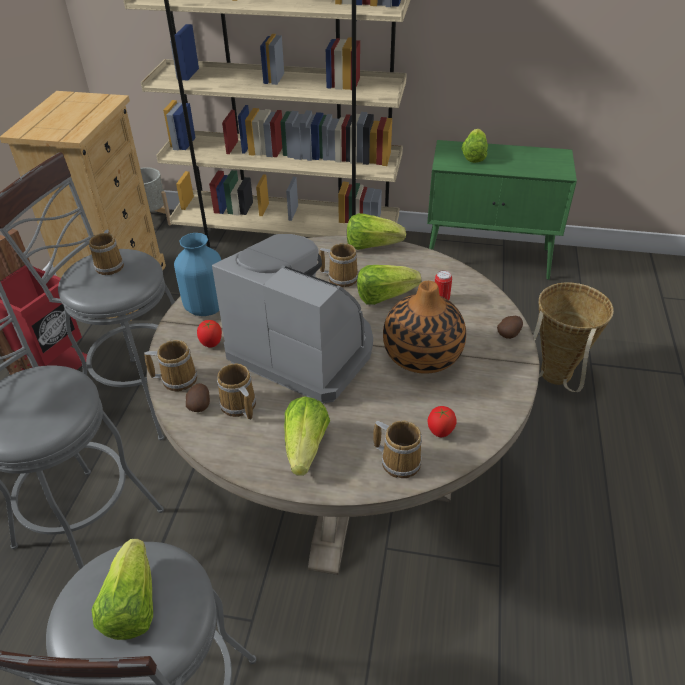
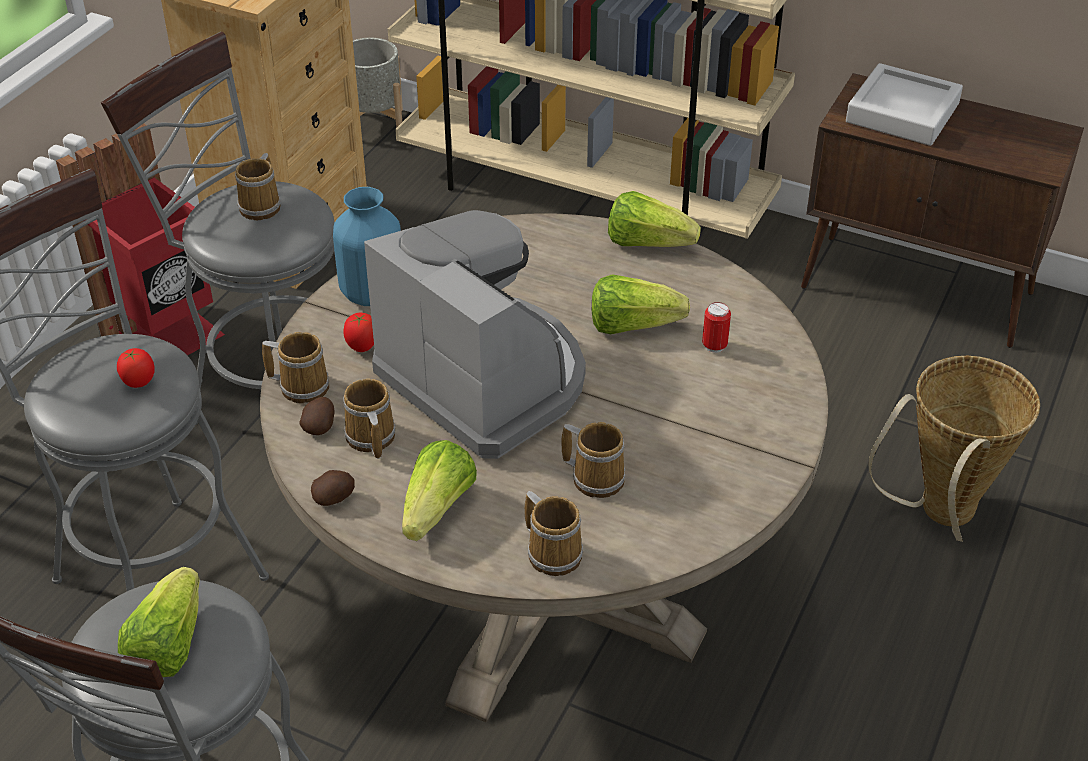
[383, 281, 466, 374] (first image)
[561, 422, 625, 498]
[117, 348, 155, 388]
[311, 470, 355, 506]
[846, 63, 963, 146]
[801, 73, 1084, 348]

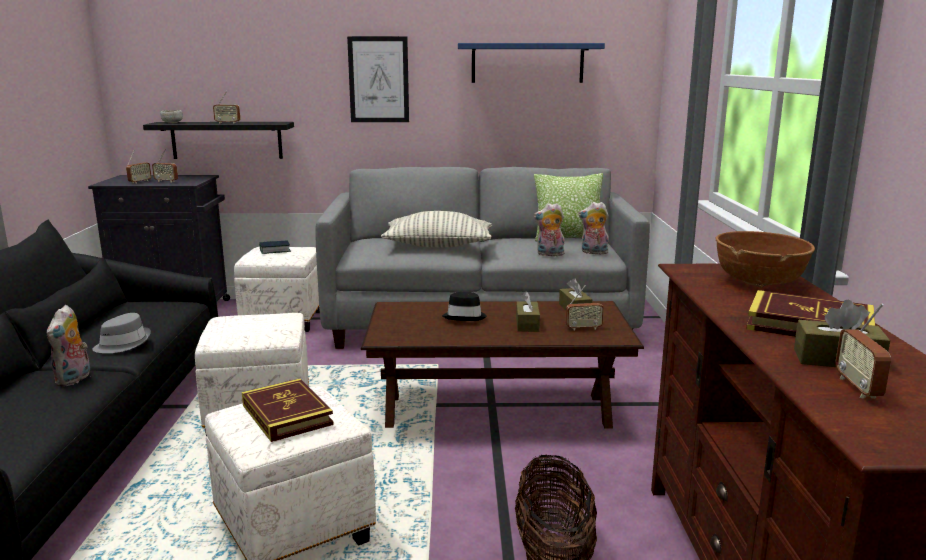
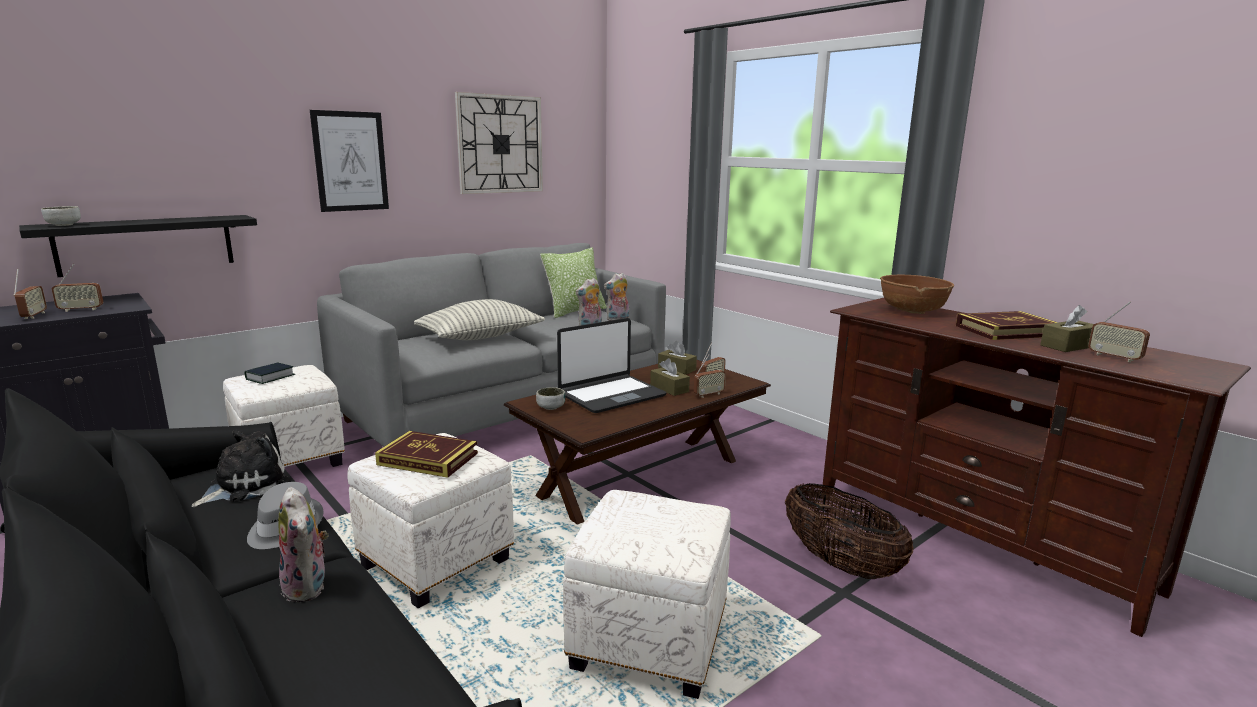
[191, 430, 290, 507]
[536, 387, 565, 410]
[694, 354, 726, 398]
[375, 431, 478, 478]
[557, 318, 666, 413]
[455, 92, 543, 194]

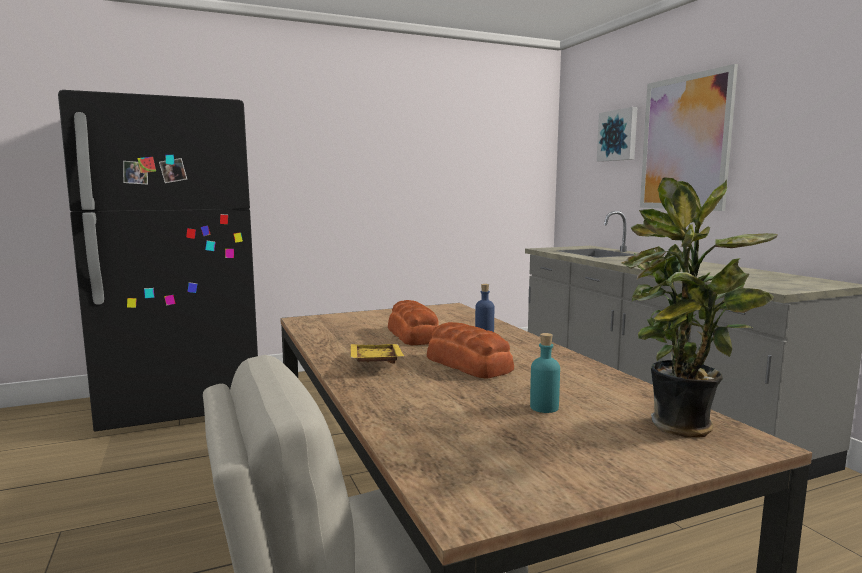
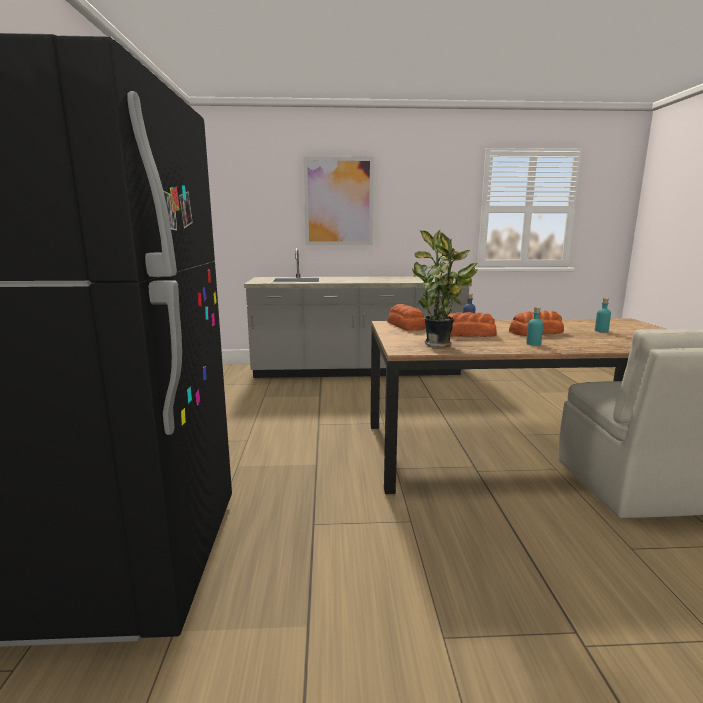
[597, 107, 637, 162] (first image)
[387, 304, 426, 331]
[412, 230, 478, 348]
[526, 307, 543, 346]

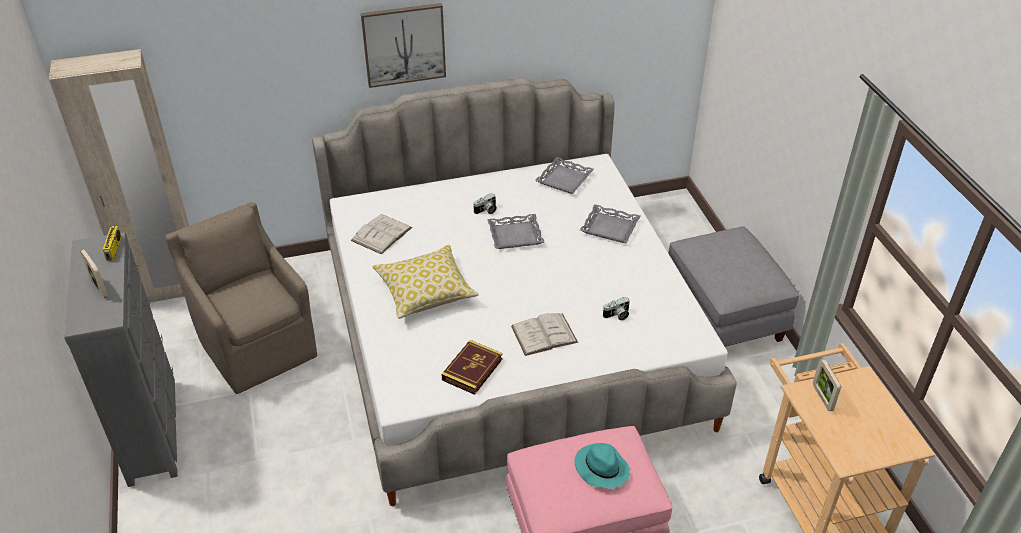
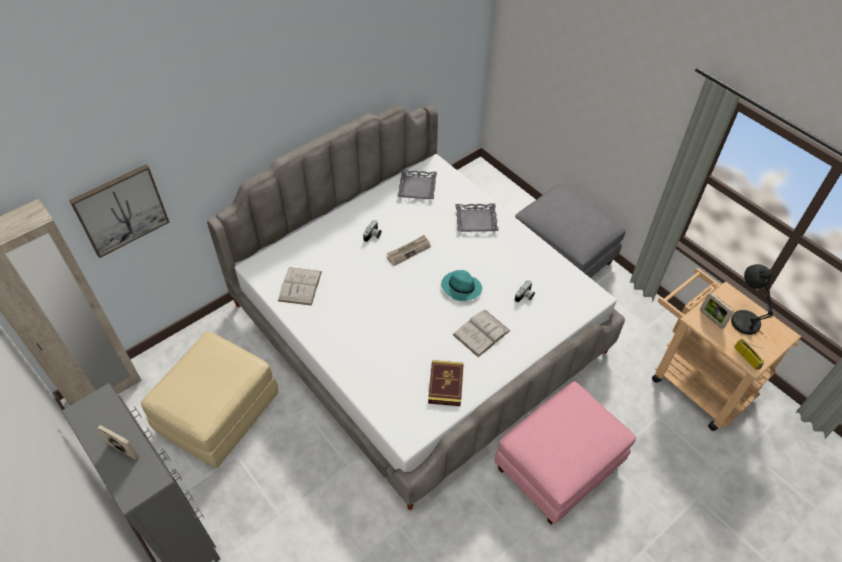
[372, 245, 479, 319] (first image)
[731, 264, 776, 338]
[734, 339, 764, 370]
[69, 164, 169, 258]
[441, 270, 482, 301]
[141, 332, 278, 468]
[387, 235, 431, 266]

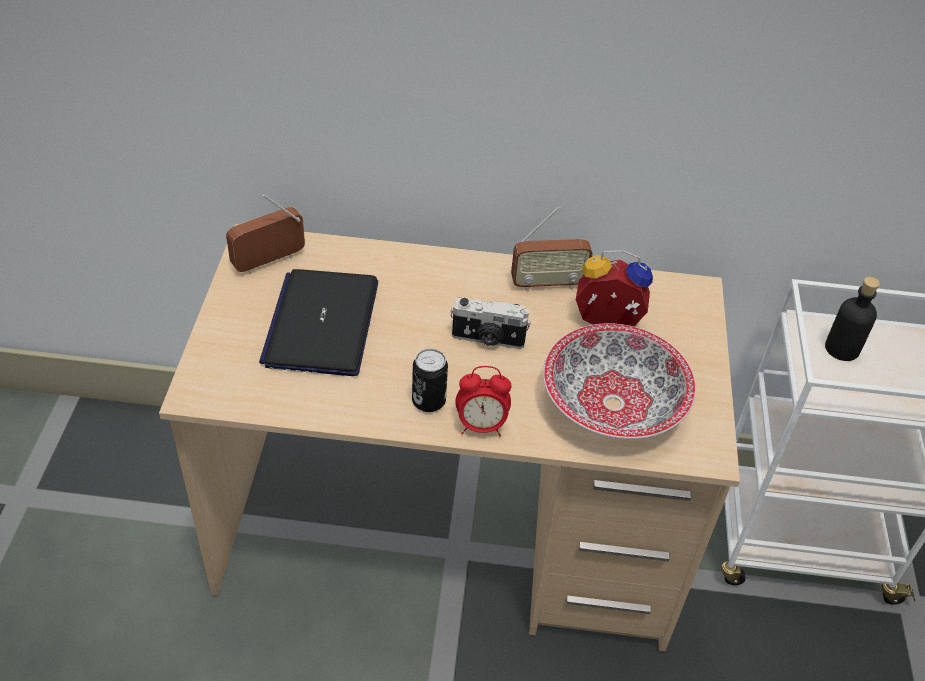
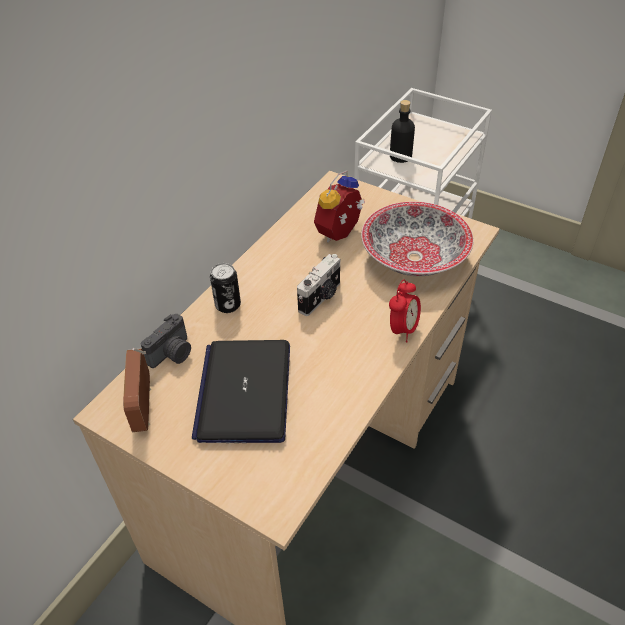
[511, 206, 593, 291] (first image)
[141, 314, 191, 368]
[210, 263, 241, 313]
[192, 340, 290, 443]

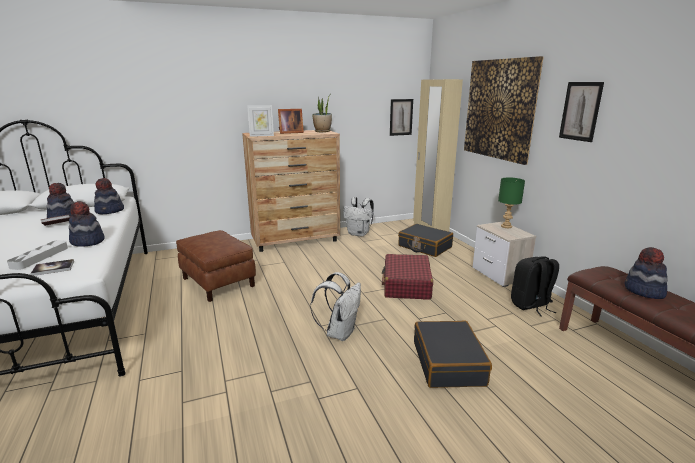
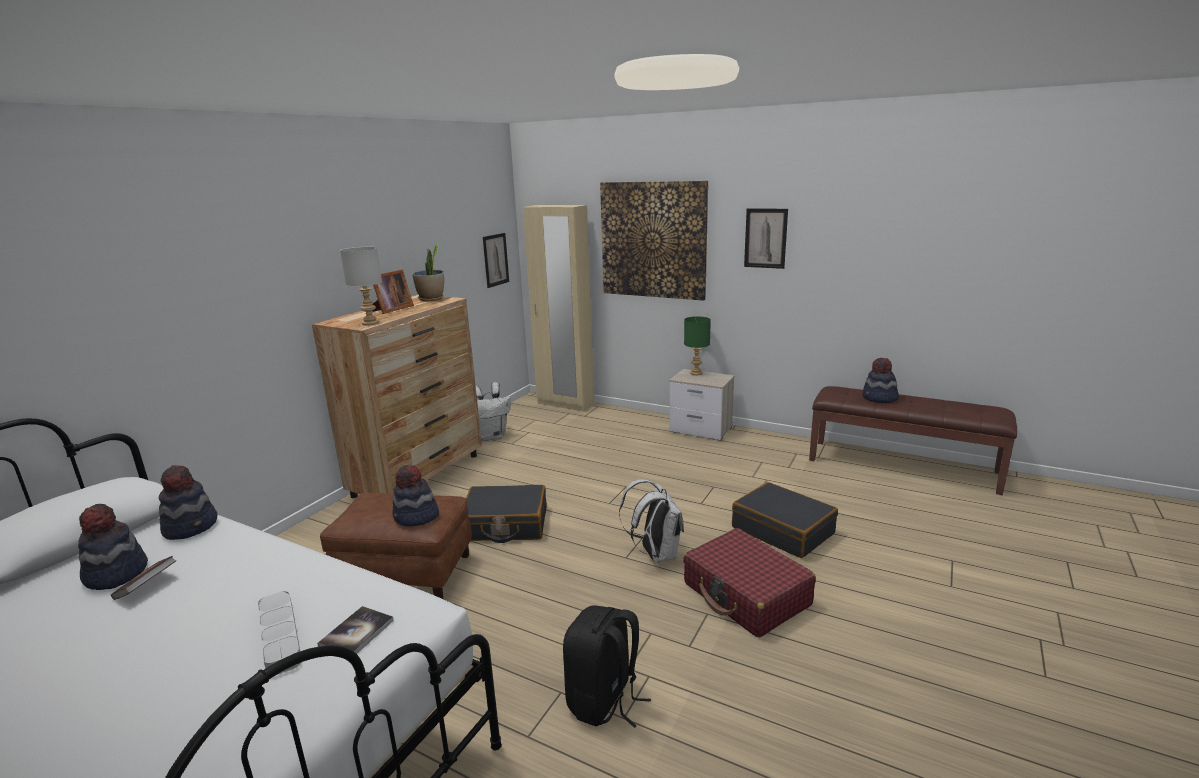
[392, 465, 439, 526]
[683, 528, 816, 638]
[466, 485, 547, 543]
[563, 605, 651, 728]
[340, 247, 382, 326]

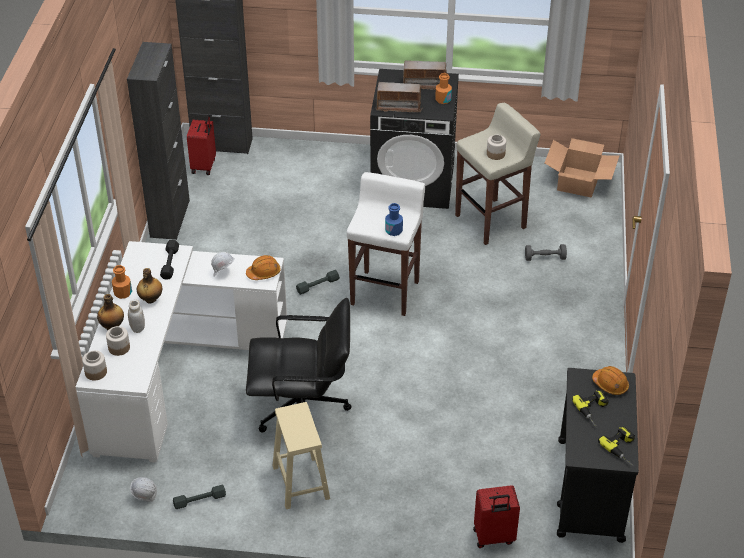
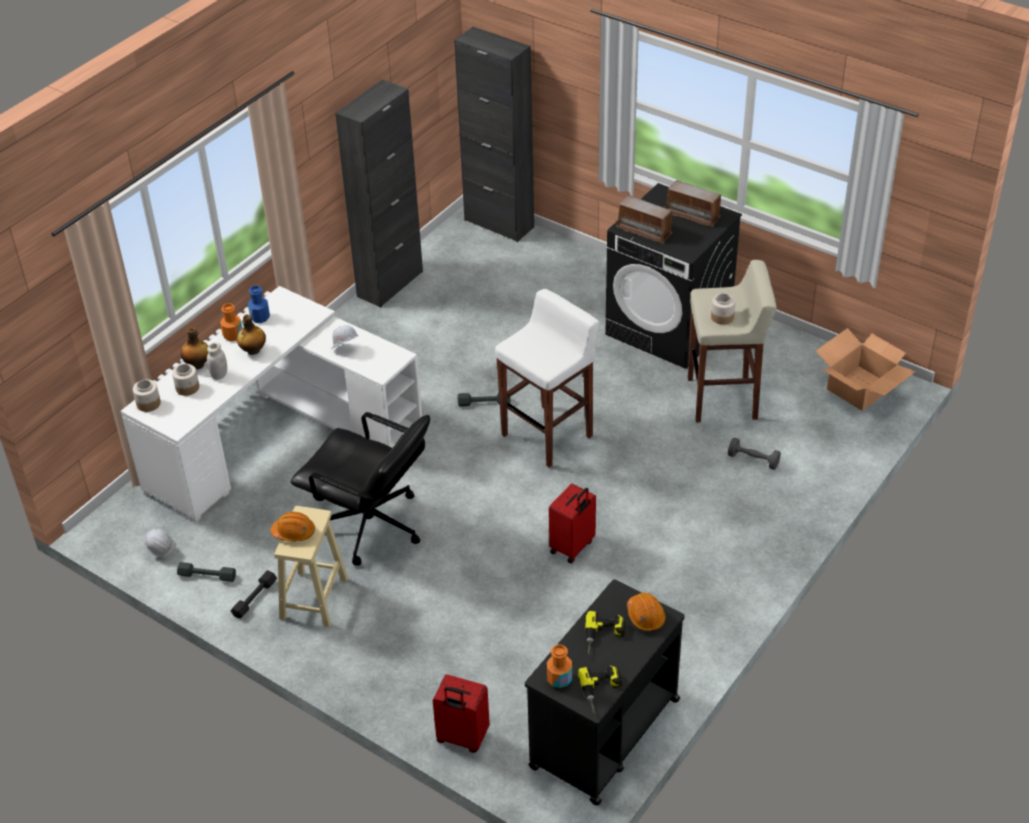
[231, 570, 277, 619]
[549, 483, 596, 563]
[271, 512, 315, 541]
[248, 285, 270, 323]
[547, 644, 572, 688]

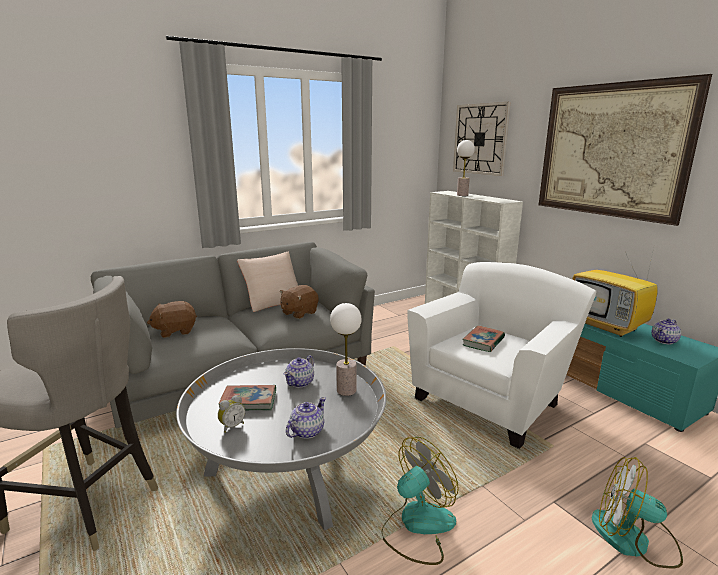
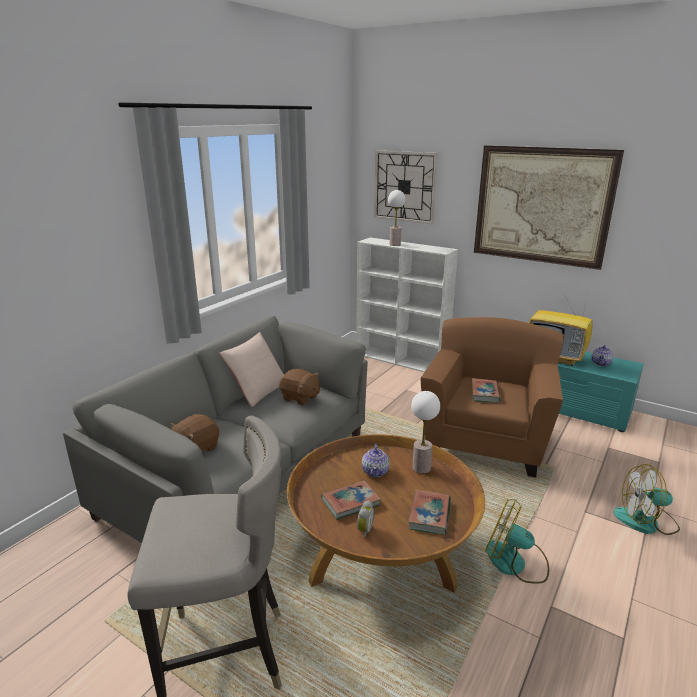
[408, 489, 451, 535]
[287, 434, 485, 593]
[421, 317, 564, 478]
[279, 369, 320, 405]
[485, 499, 549, 584]

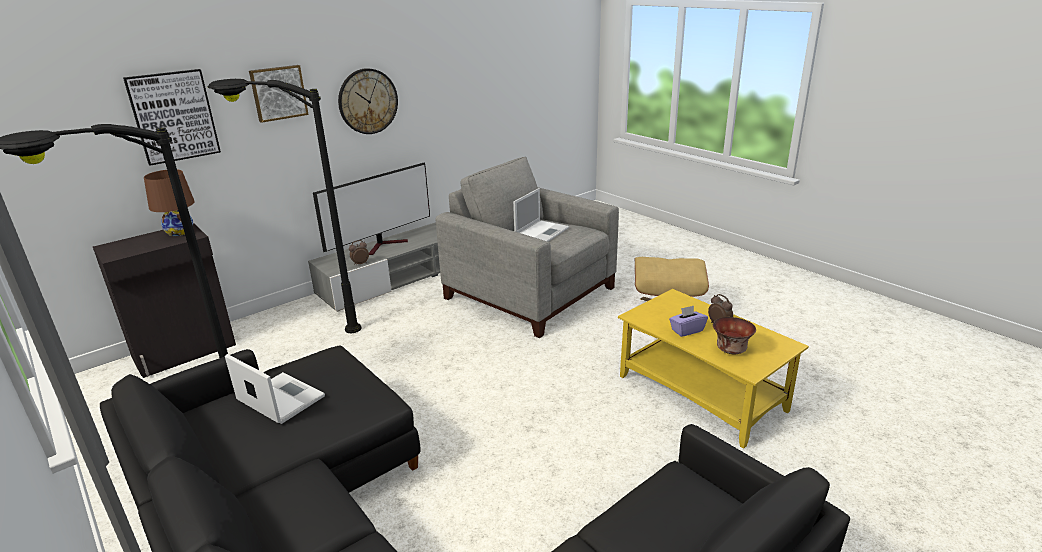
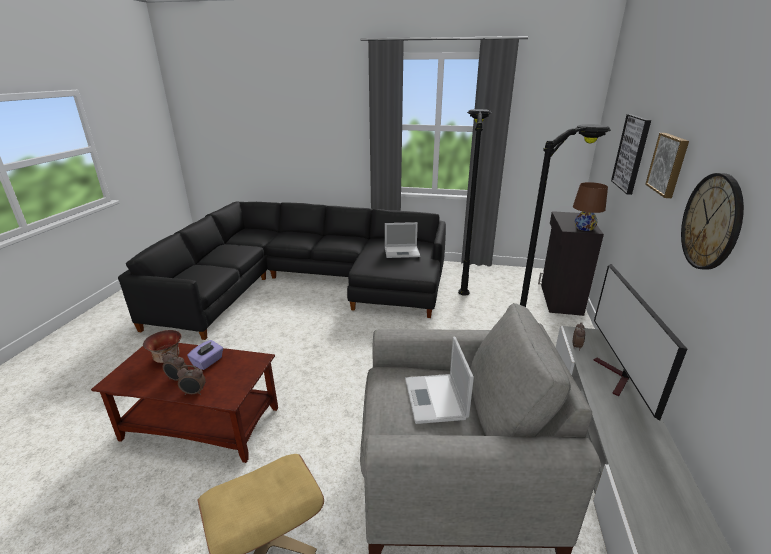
[177, 365, 206, 395]
[91, 343, 278, 463]

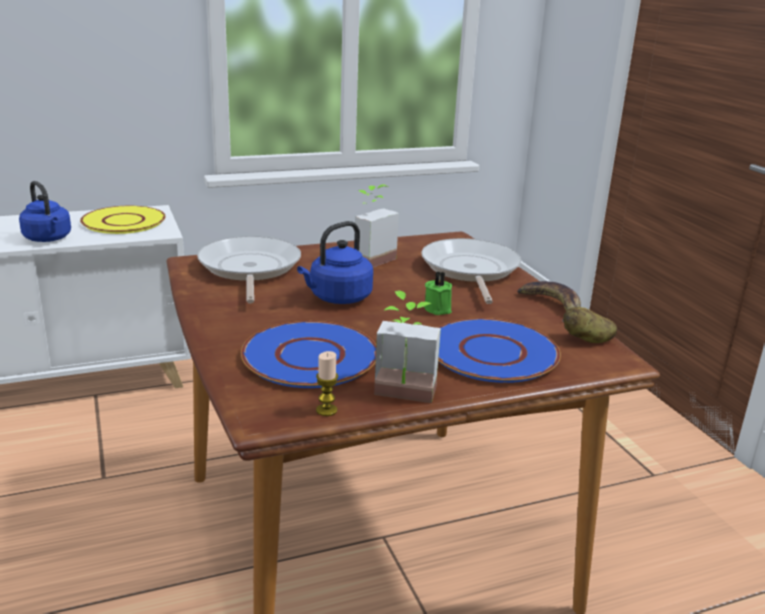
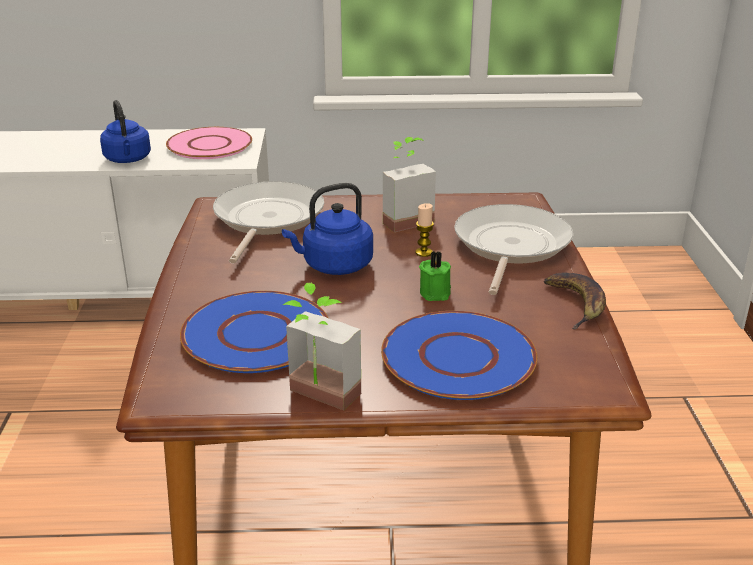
[563, 307, 617, 343] (first image)
[415, 203, 434, 257]
[166, 127, 252, 159]

